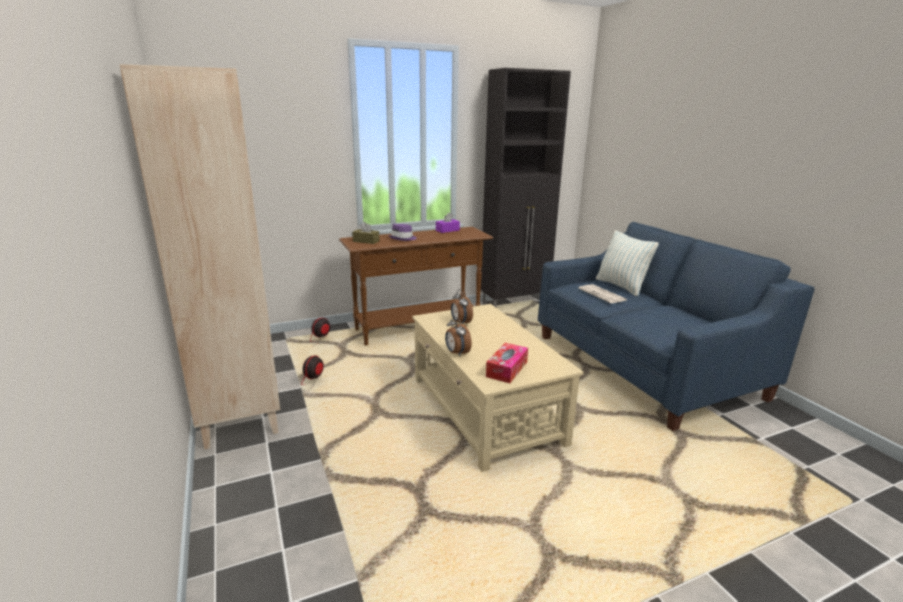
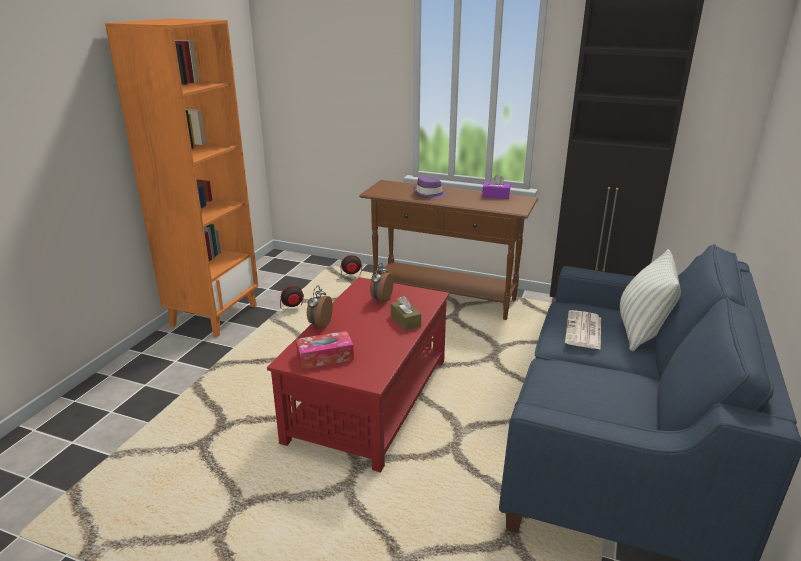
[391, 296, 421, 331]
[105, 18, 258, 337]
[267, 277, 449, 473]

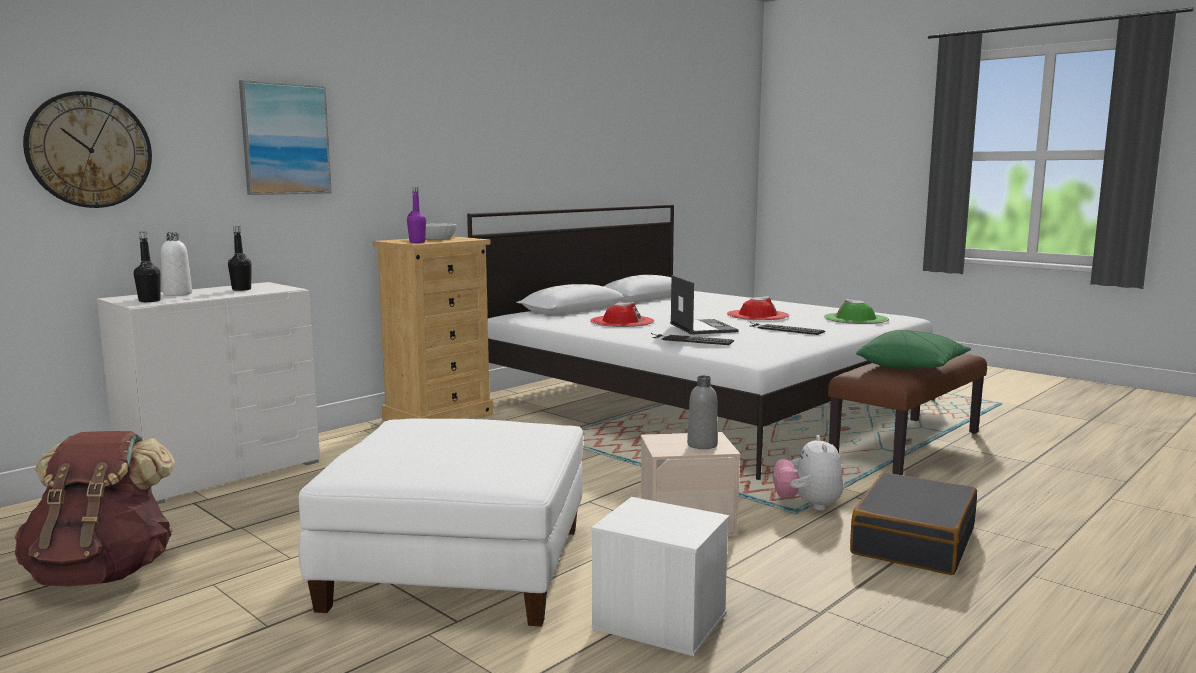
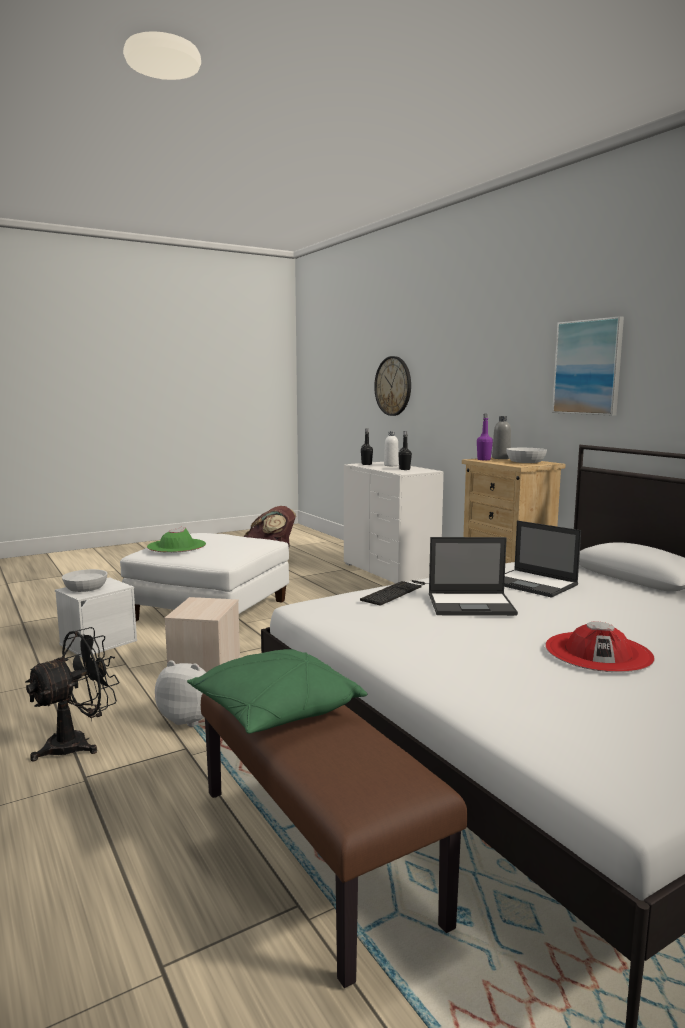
[750, 322, 825, 335] (first image)
[62, 569, 107, 592]
[552, 316, 624, 416]
[492, 416, 511, 459]
[147, 527, 206, 553]
[504, 520, 581, 598]
[25, 627, 120, 762]

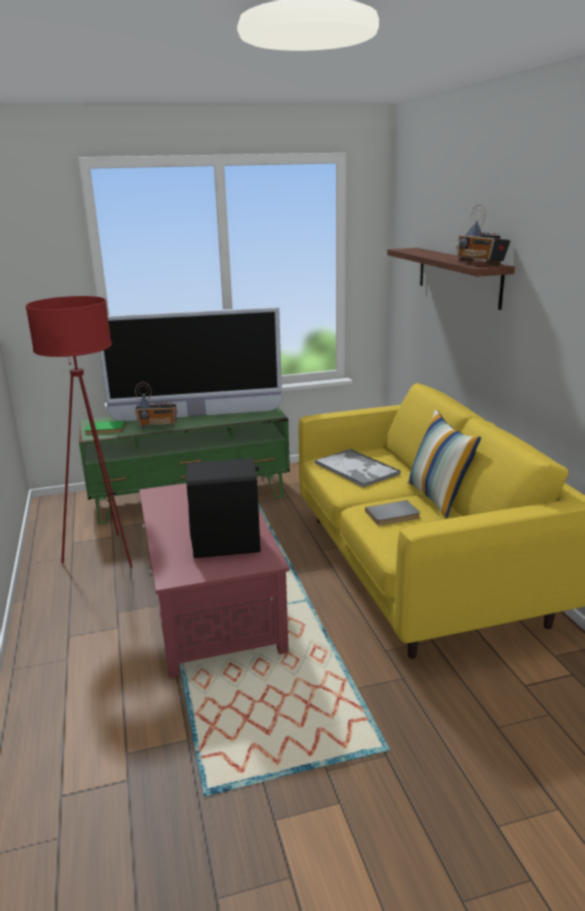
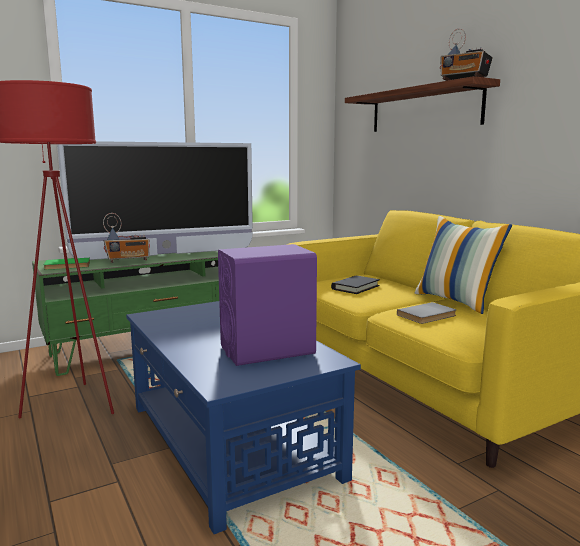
[331, 276, 380, 294]
[126, 301, 361, 534]
[218, 244, 317, 366]

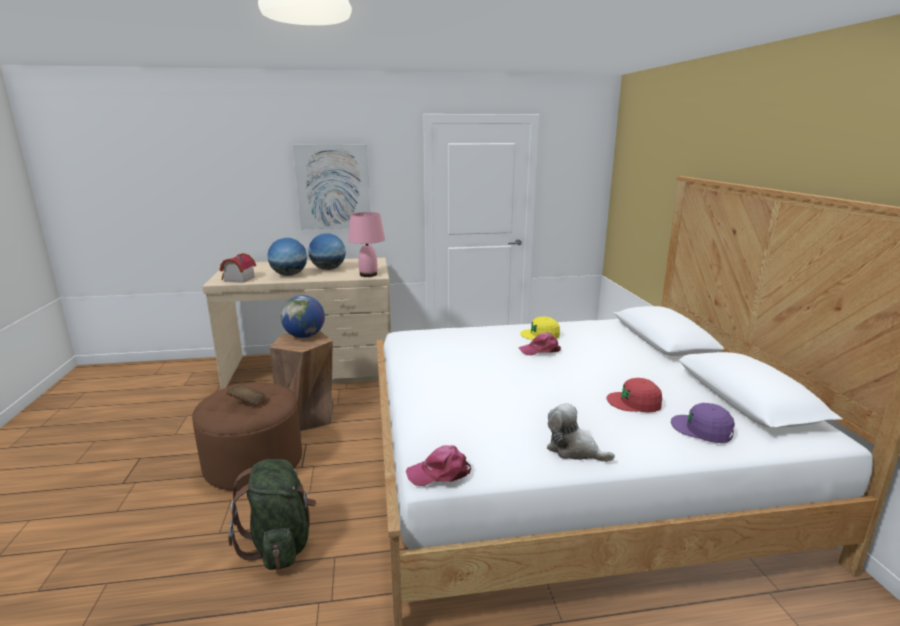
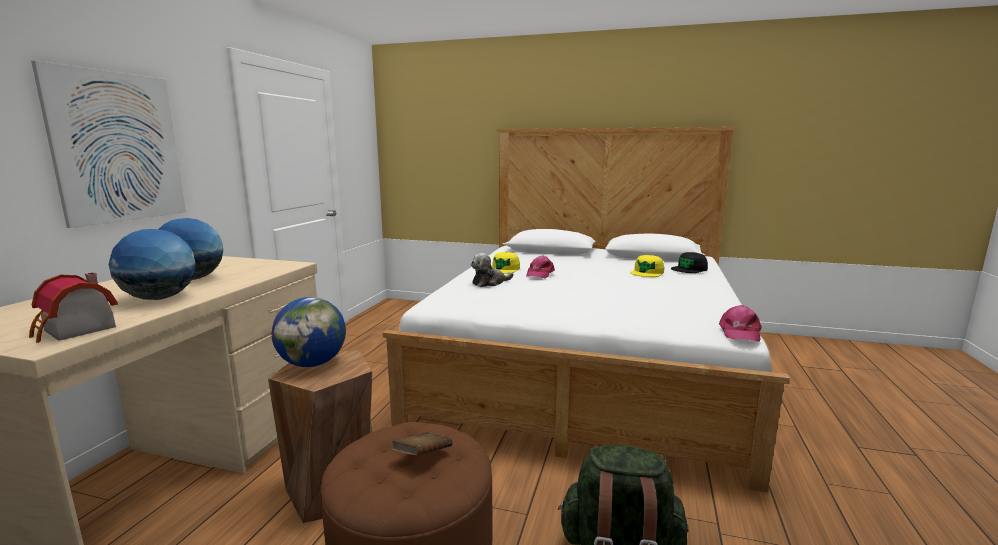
[348, 212, 385, 277] (first image)
[471, 253, 514, 287]
[631, 255, 664, 277]
[671, 252, 708, 273]

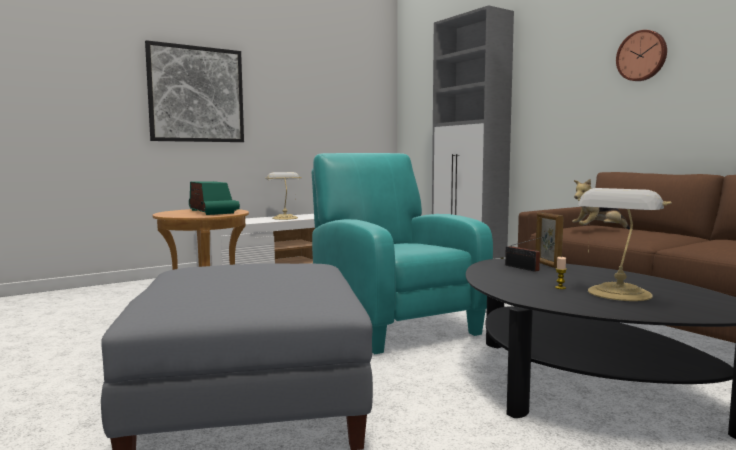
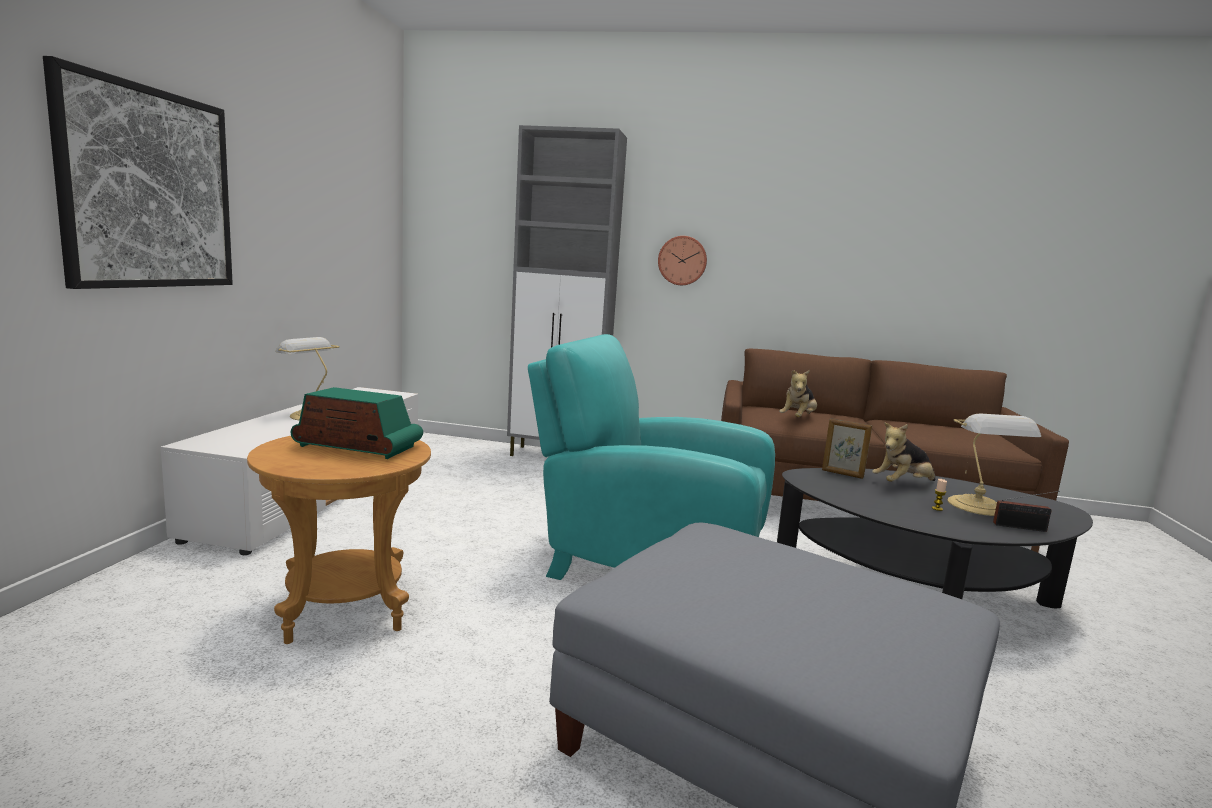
[872, 423, 935, 482]
[993, 491, 1060, 532]
[658, 236, 707, 285]

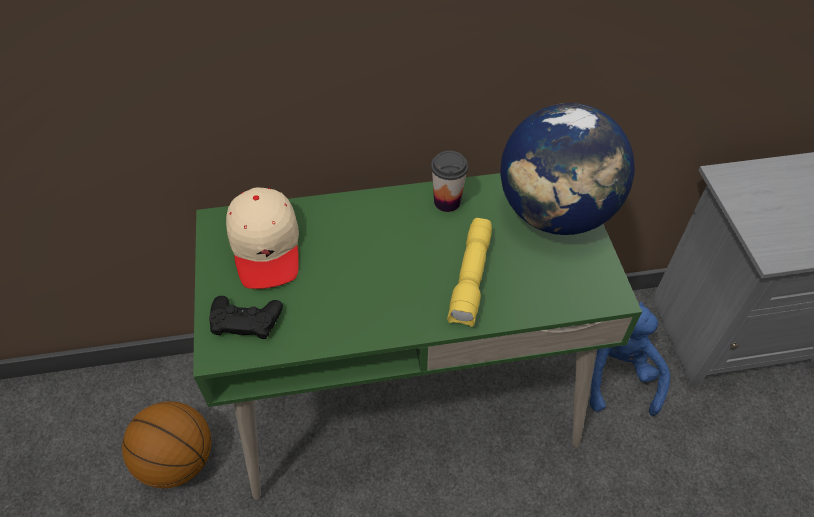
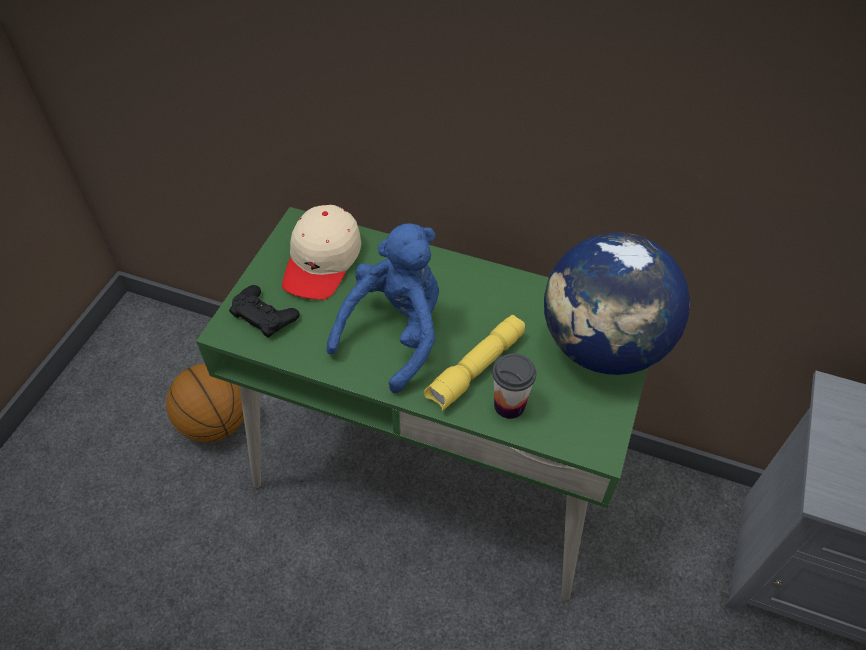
[492, 353, 536, 419]
[327, 224, 439, 393]

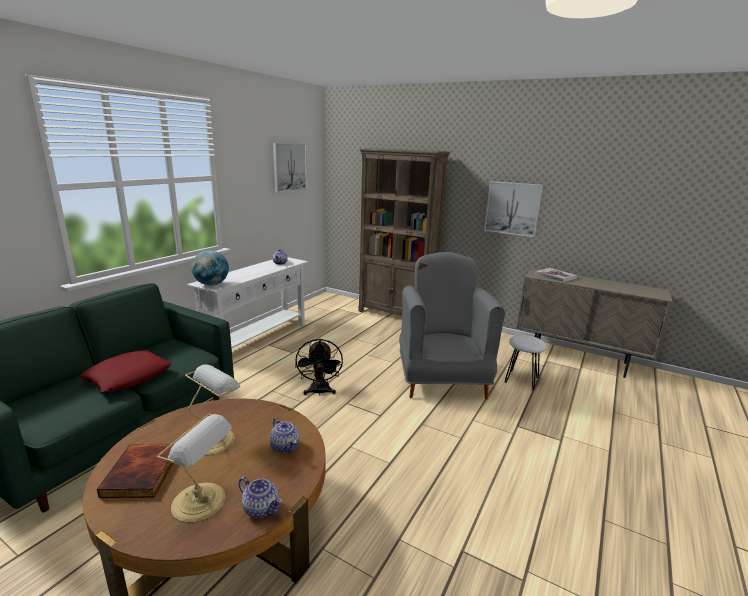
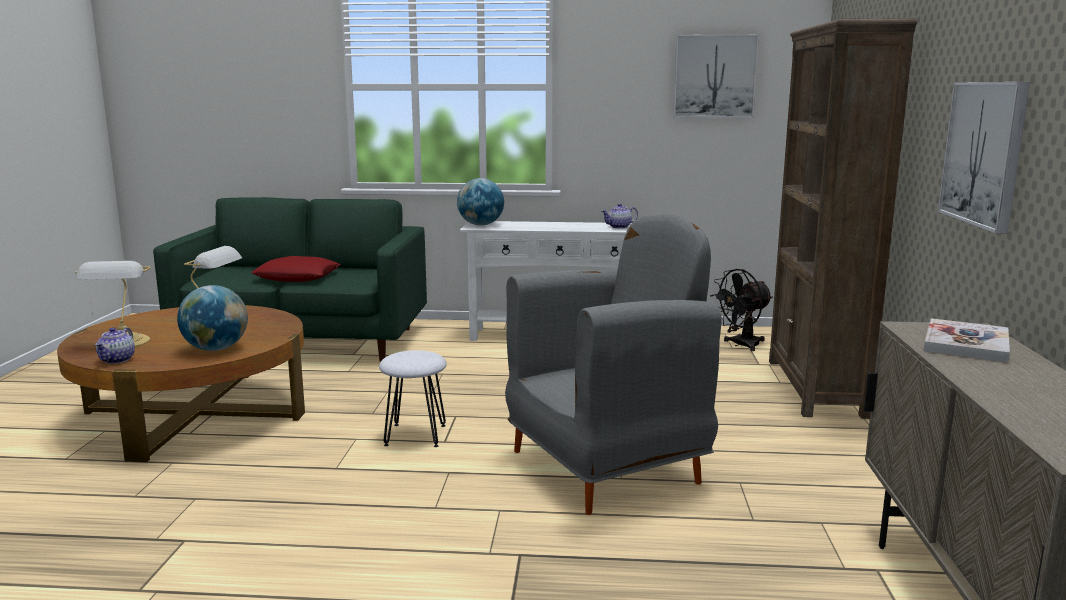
[97, 444, 173, 498] (first image)
[710, 269, 773, 351]
[379, 350, 447, 447]
[177, 285, 248, 351]

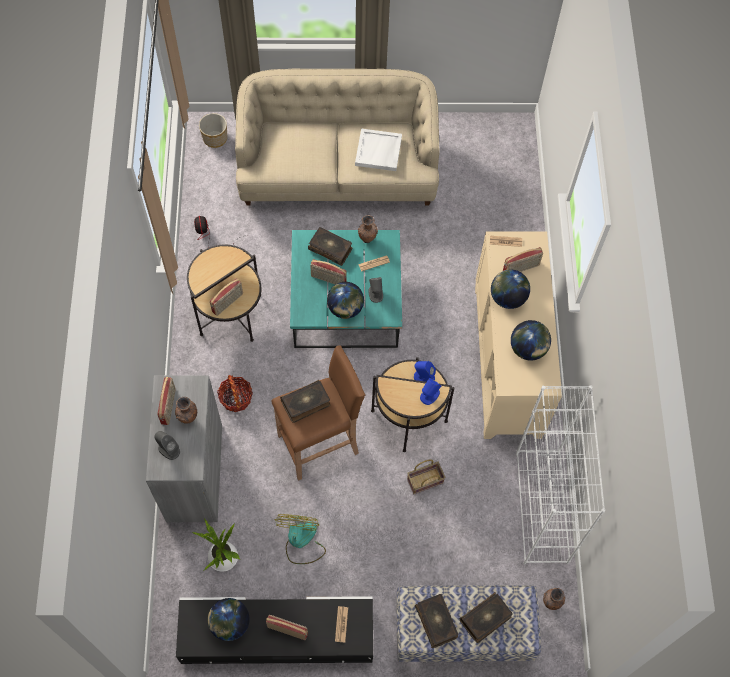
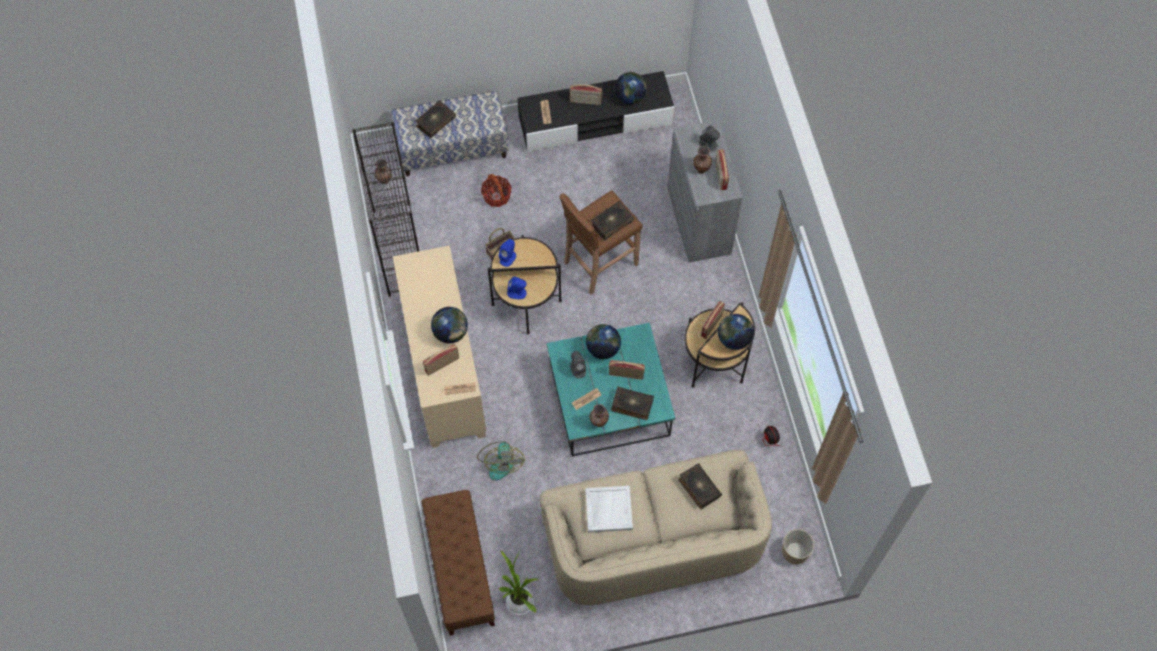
[421, 490, 495, 636]
[498, 550, 538, 615]
[481, 174, 512, 207]
[477, 441, 525, 480]
[679, 463, 722, 509]
[718, 314, 754, 350]
[352, 122, 419, 297]

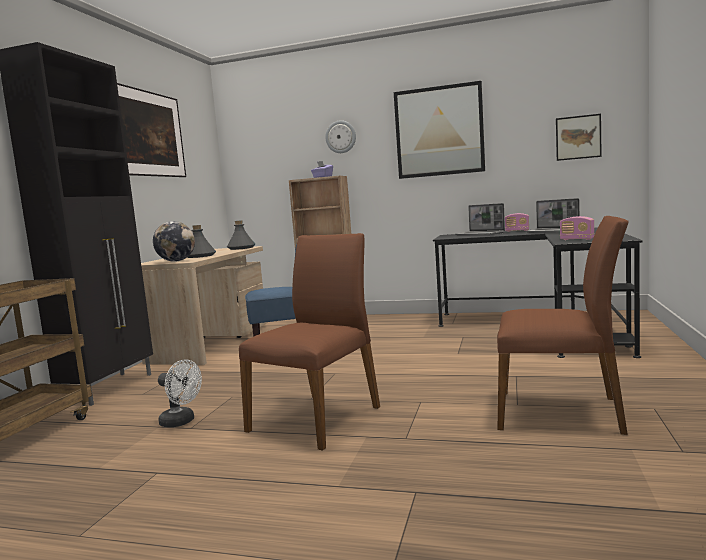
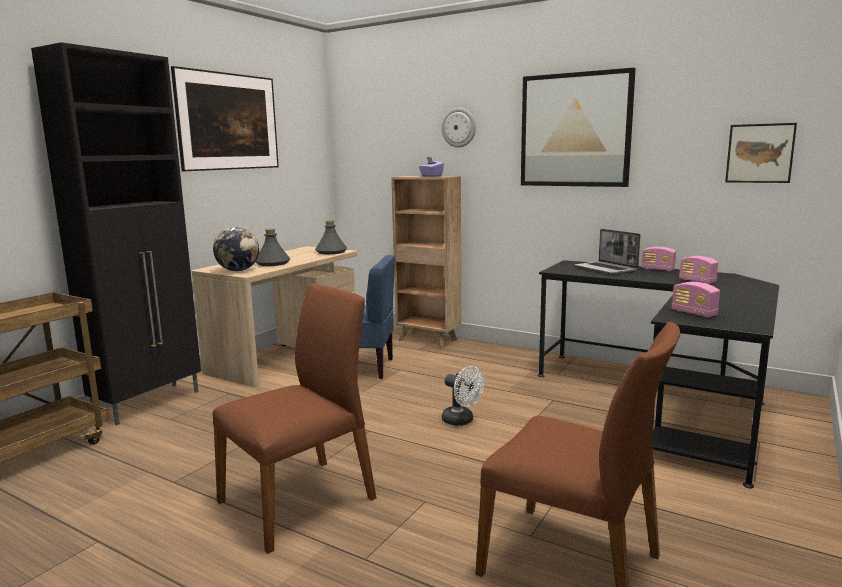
[442, 366, 484, 426]
[679, 256, 718, 284]

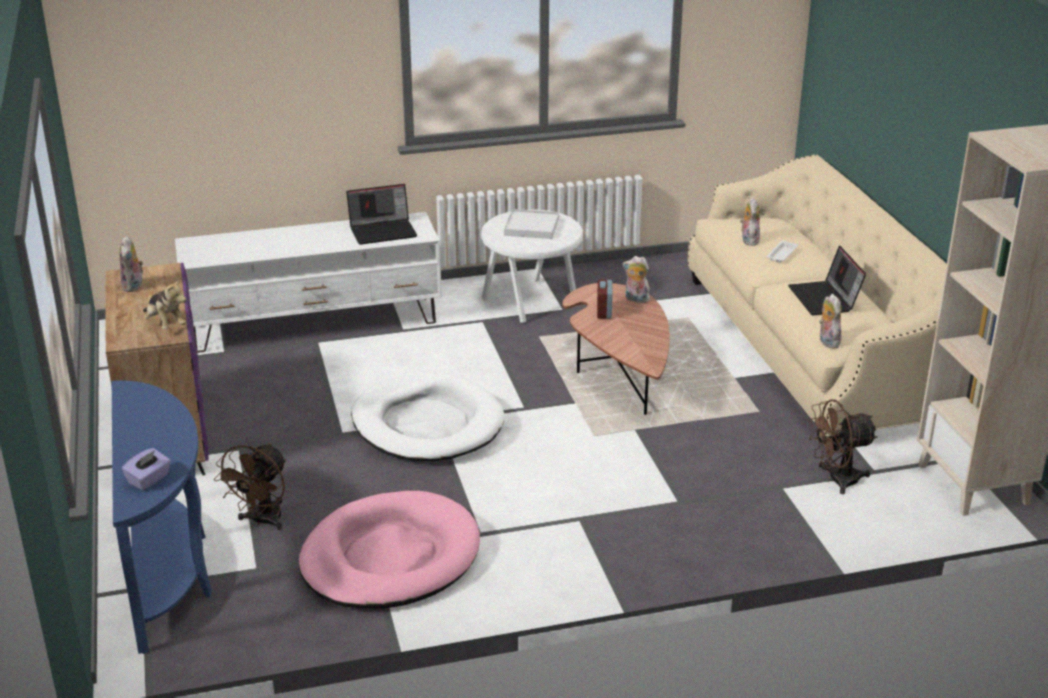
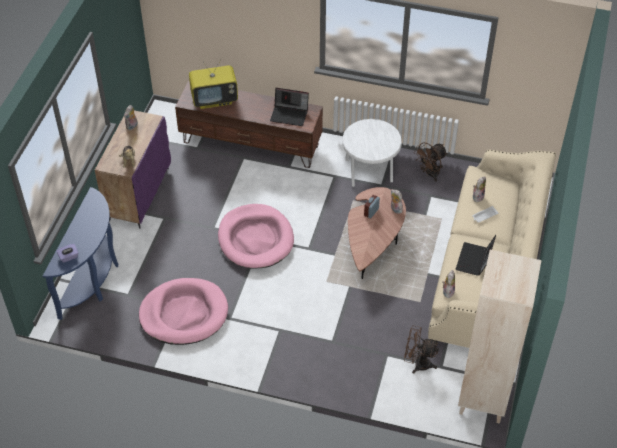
[504, 209, 559, 239] (first image)
[189, 59, 238, 109]
[414, 142, 448, 182]
[175, 81, 323, 168]
[218, 204, 294, 269]

